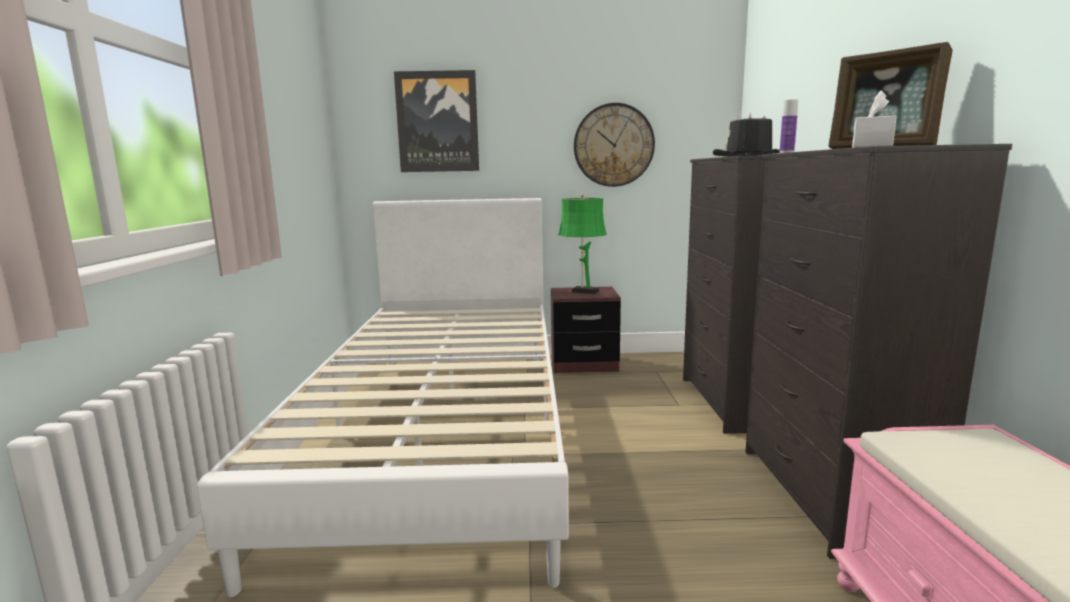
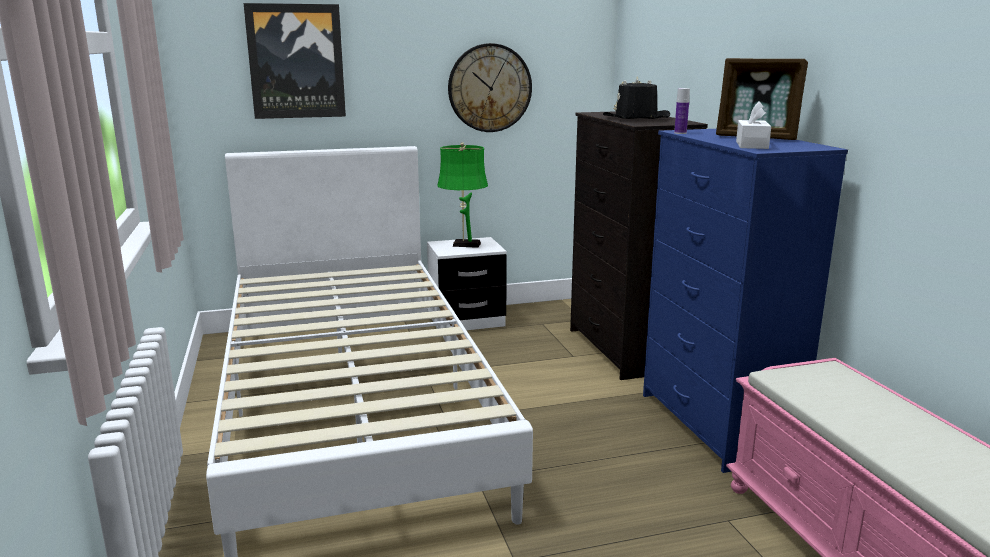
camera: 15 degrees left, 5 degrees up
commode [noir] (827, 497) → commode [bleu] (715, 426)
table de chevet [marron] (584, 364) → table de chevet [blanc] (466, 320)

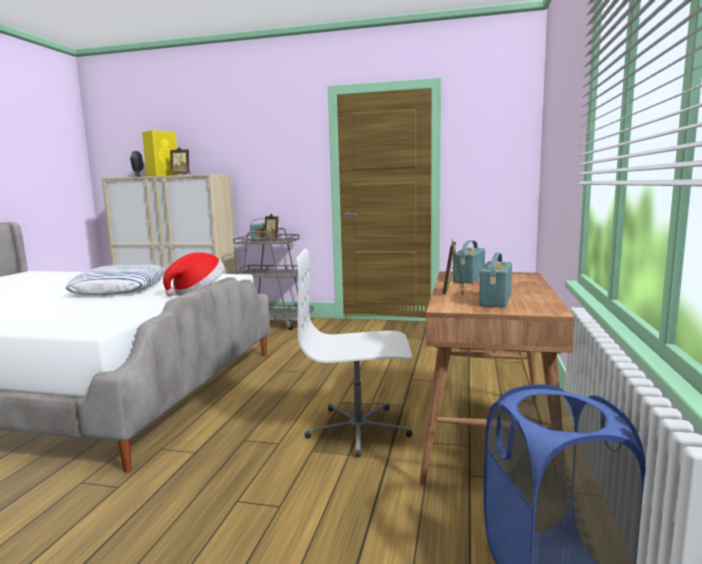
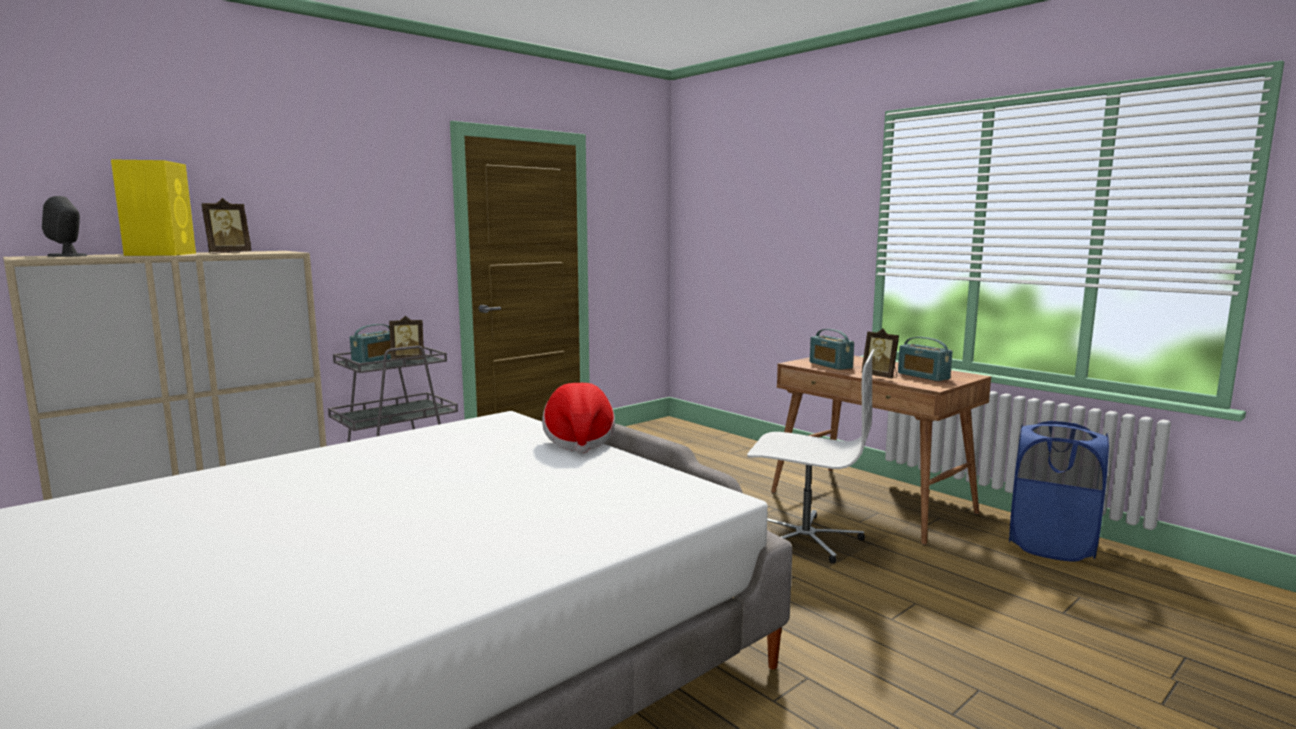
camera: 55 degrees left, 0 degrees up
chaise de bureau [blanc] (358, 429) → chaise de bureau [blanc] (805, 538), 105 degrees counterclockwise
coussin (120, 288) → -

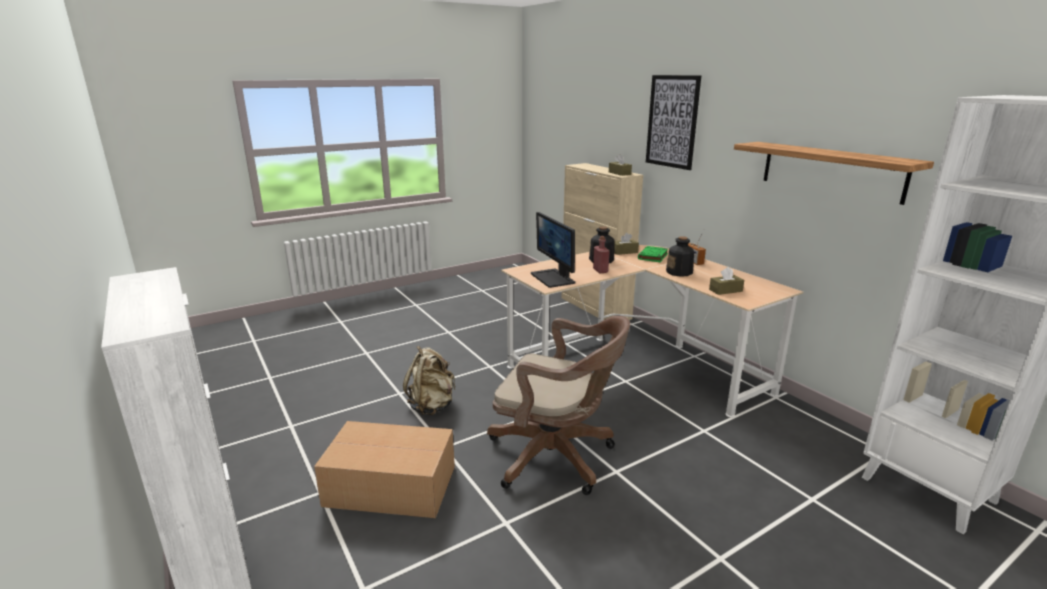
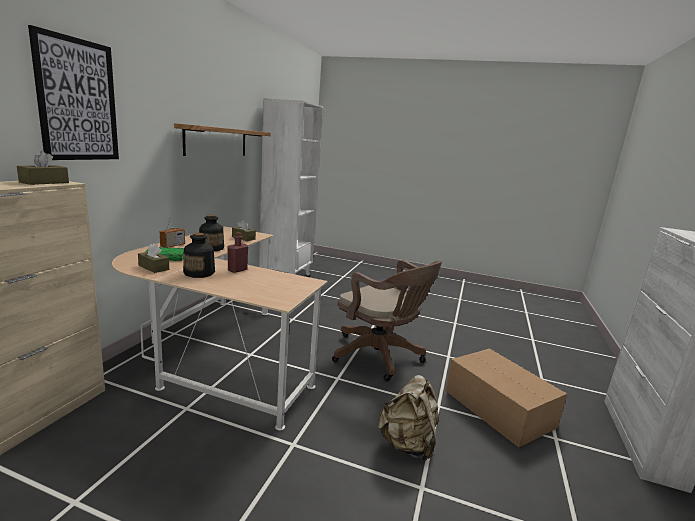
camera: 130 degrees left, 5 degrees down
écran d'ordinateur (553, 278) → -
chaise de bureau [marron] (557, 457) → chaise de bureau [marron] (380, 357), 150 degrees clockwise

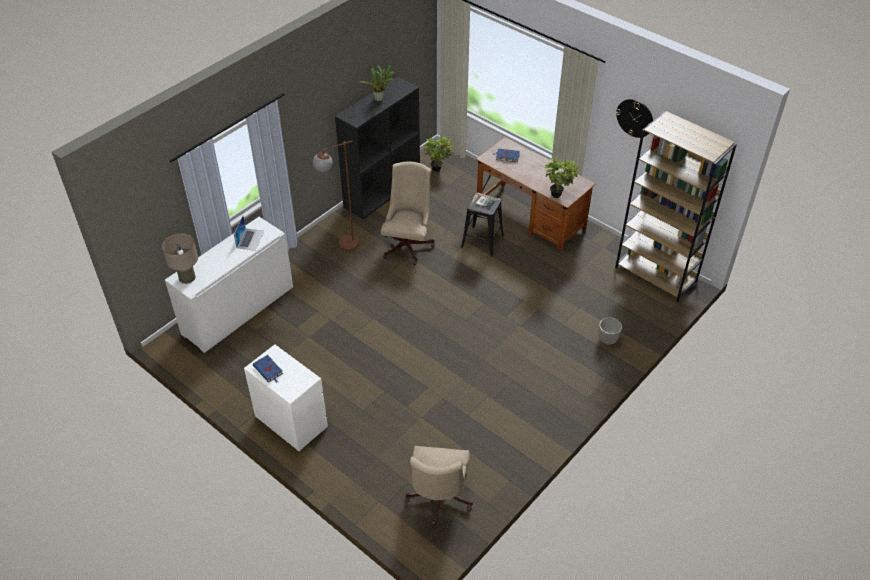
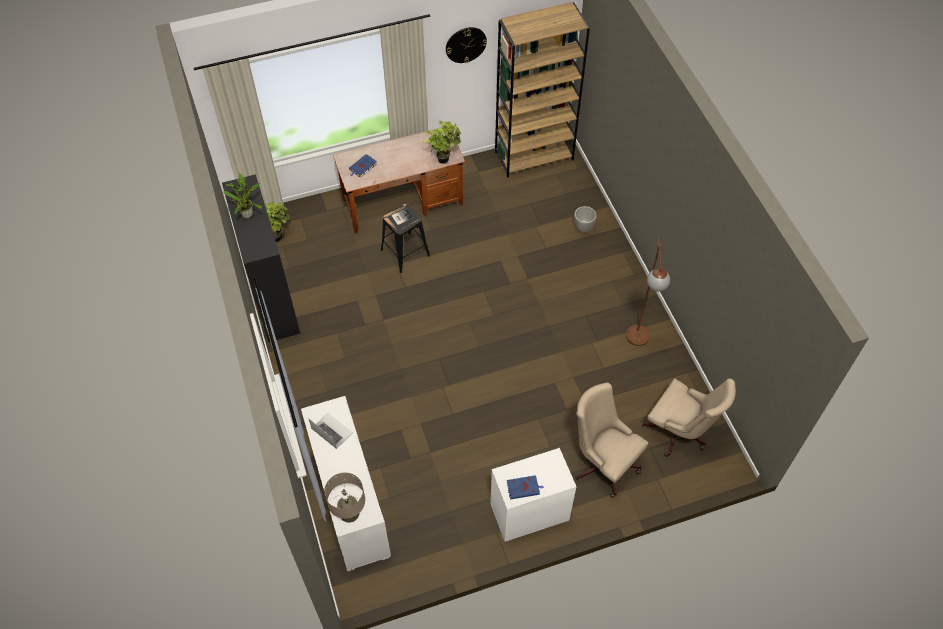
camera: 60 degrees left, 10 degrees up
lampadaire [marron] (342, 246) → lampadaire [marron] (638, 343), moved
chaise de bureau [beige] (408, 244) → chaise de bureau [beige] (602, 462), moved

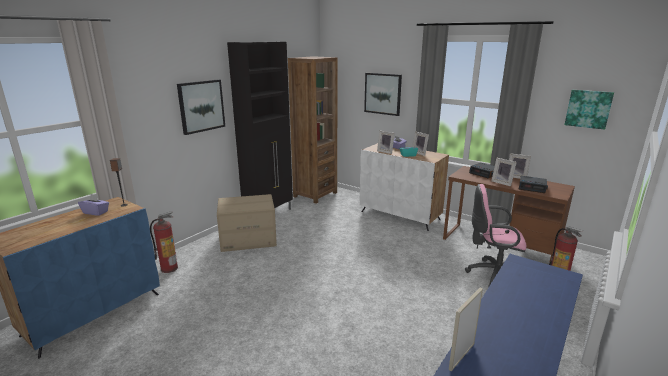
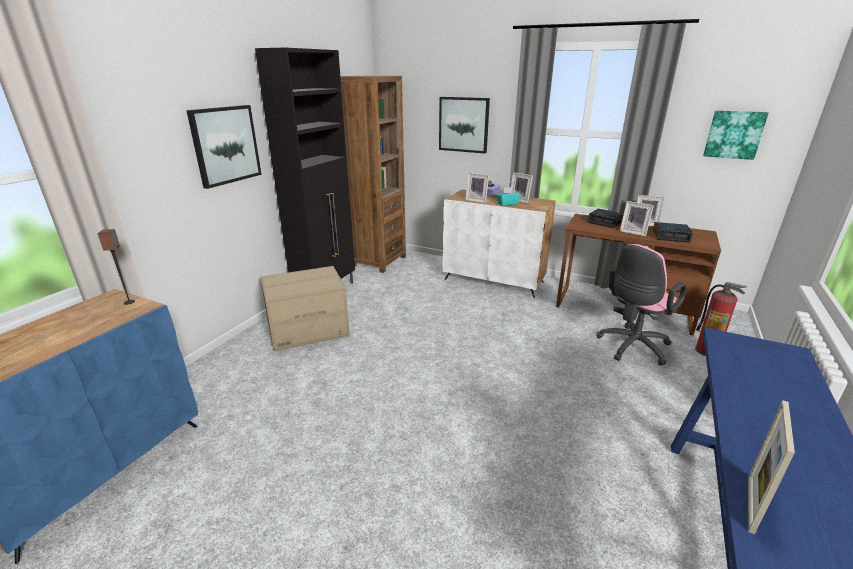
camera: 10 degrees left, 5 degrees up
chaise de bureau [rose] (492, 275) → chaise de bureau [rose] (631, 347), 45 degrees counterclockwise
boîte à mouchoirs [violet] (96, 212) → -
extincteur (169, 268) → -

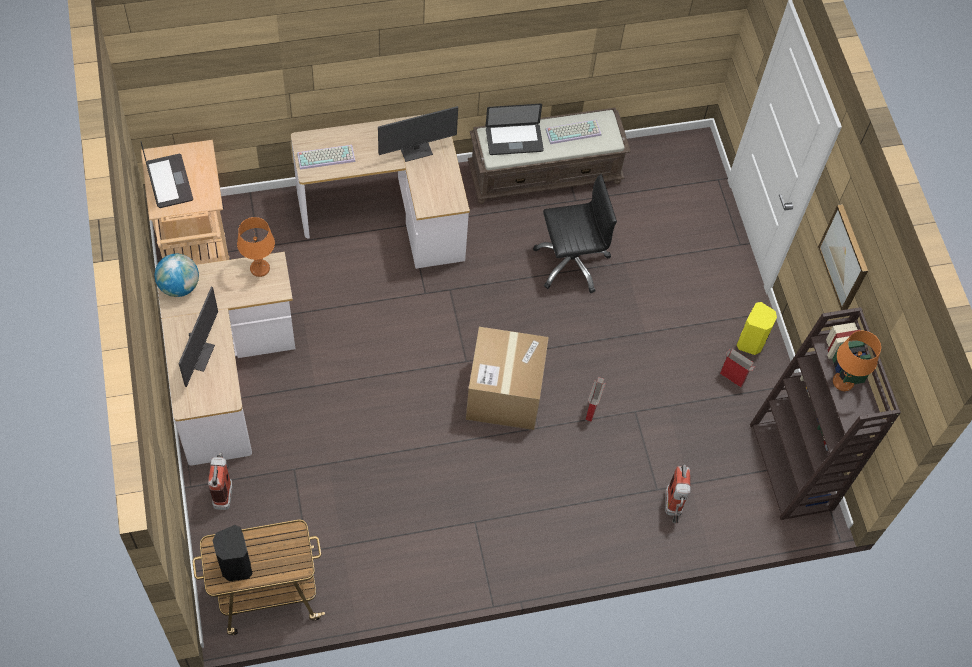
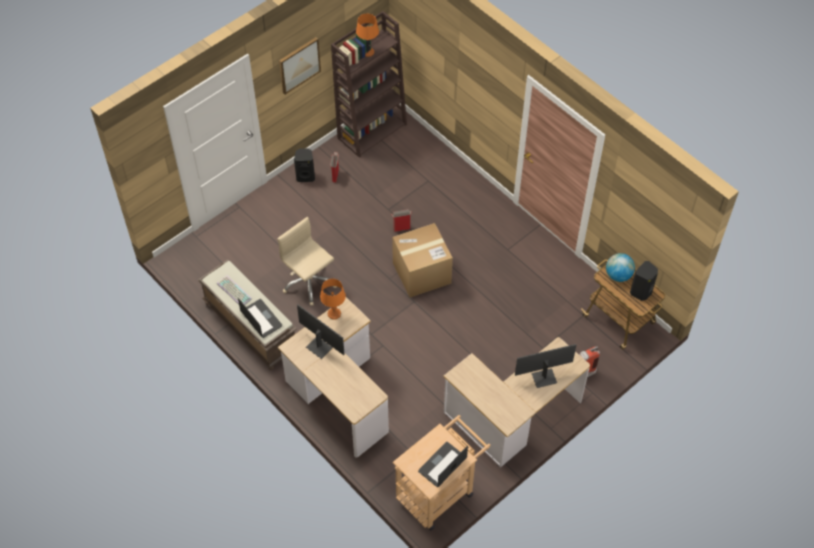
camera: 115 degrees left, 5 degrees down
clavier (326, 156) → -
chaise de bureau [noir] (571, 262) → chaise de bureau [beige] (309, 282)
lampe de table [orange] (260, 268) → lampe de table [orange] (334, 314), moved
globe (179, 286) → globe (618, 275), moved
enceinte [jaune] (751, 342) → enceinte [noir] (305, 176)
extincteur (673, 508) → -

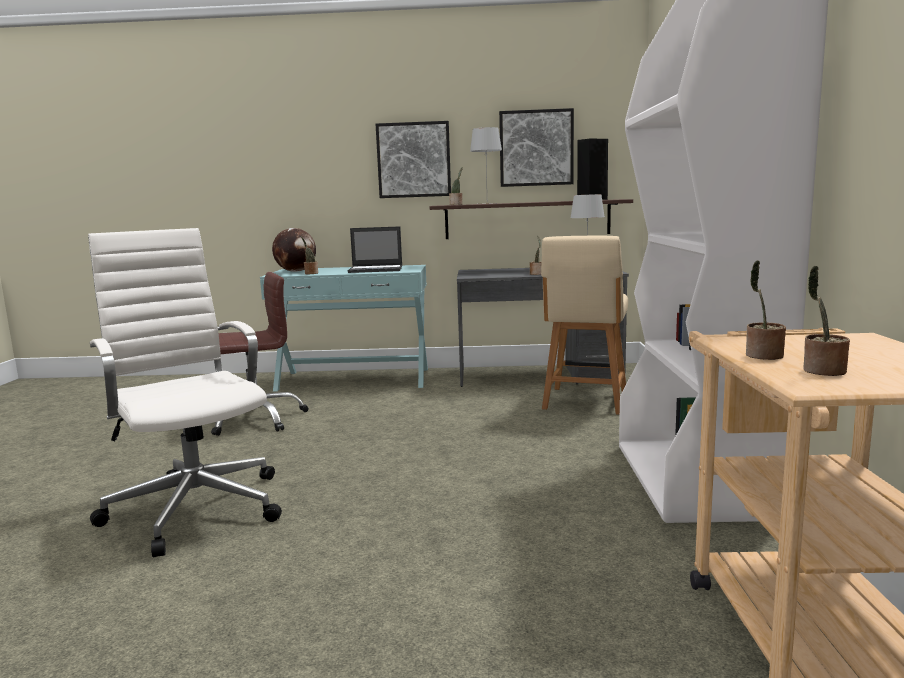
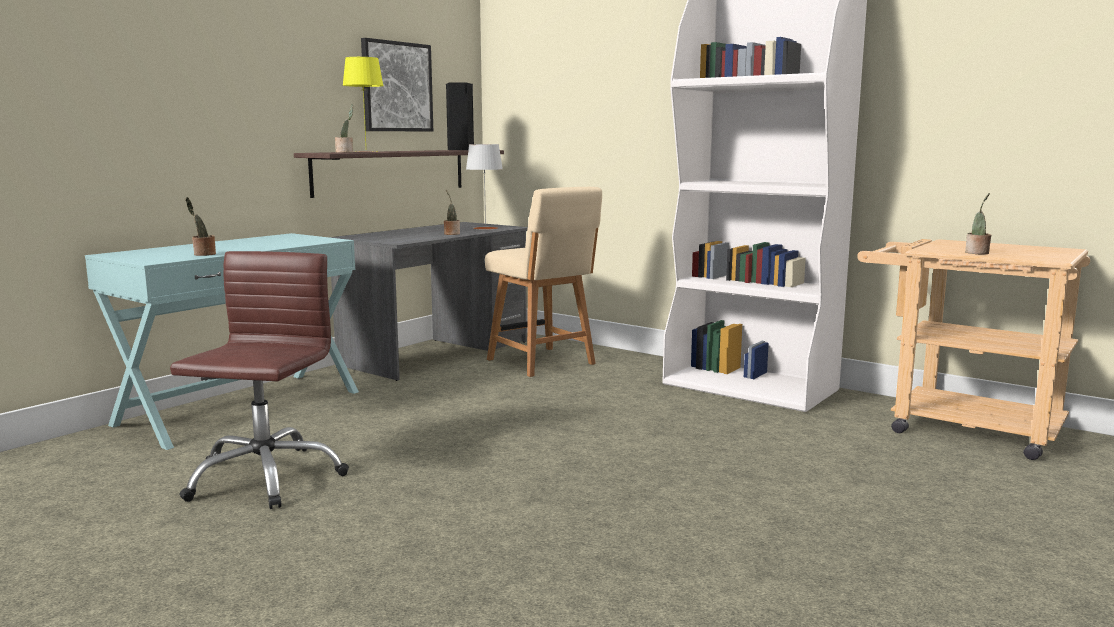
camera: 55 degrees left, 0 degrees up
tableau (414, 160) → -
lampe de table [gris] (487, 203) → lampe de table [jaune] (366, 151)
ordinateur portable (376, 269) → -
chaise de bureau [blanc] (196, 506) → -
globe (296, 271) → -
plante en pot (821, 371) → -

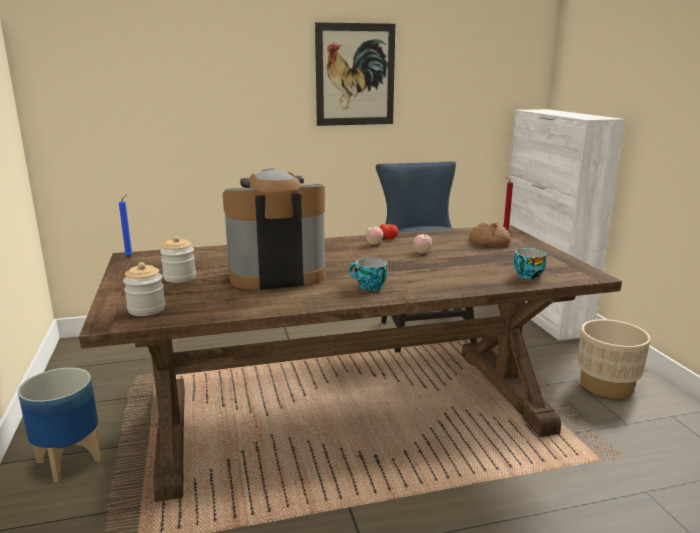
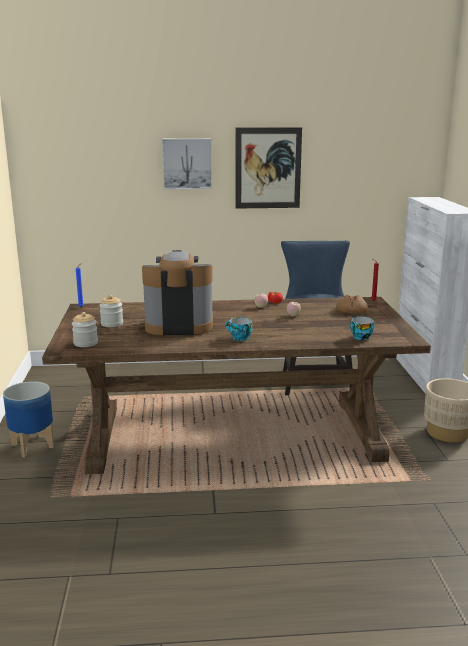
camera: 10 degrees right, 0 degrees up
- → tableau (187, 163)

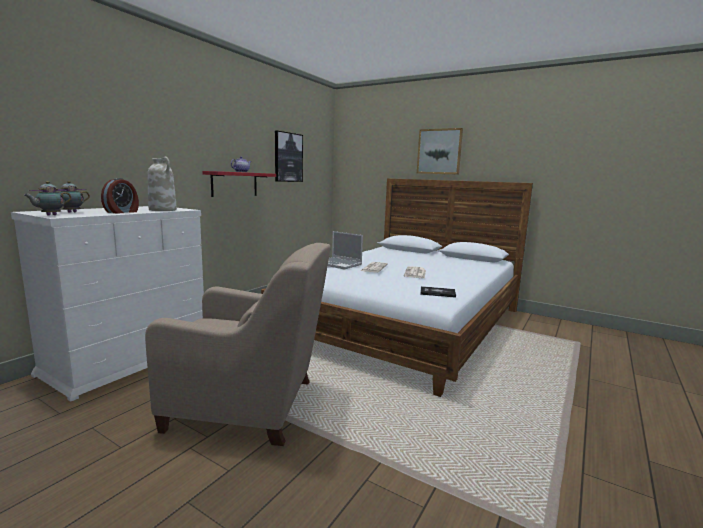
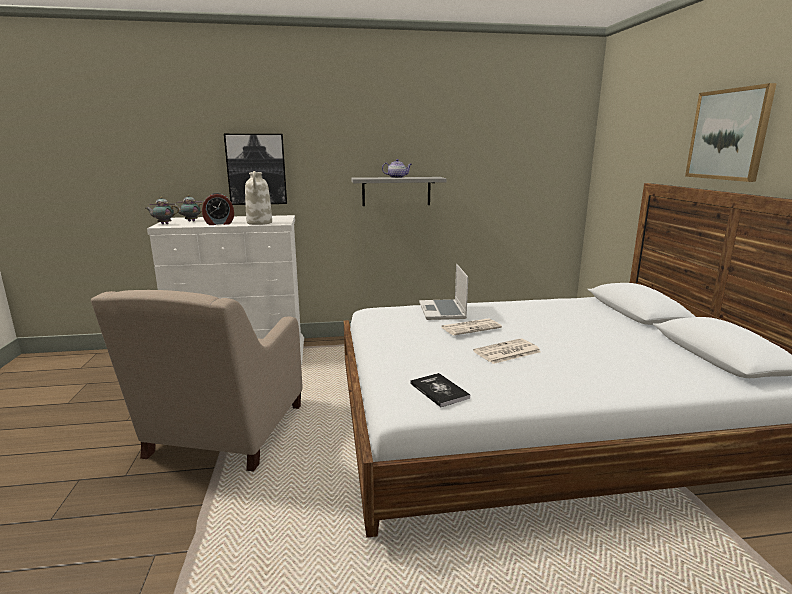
camera: 50 degrees right, 5 degrees up
tableau (288, 157) → tableau (256, 169), moved
étagère [rouge] (234, 184) → étagère [gris] (396, 191)
fauteuil [beige] (248, 405) → fauteuil [beige] (224, 433), 45 degrees clockwise

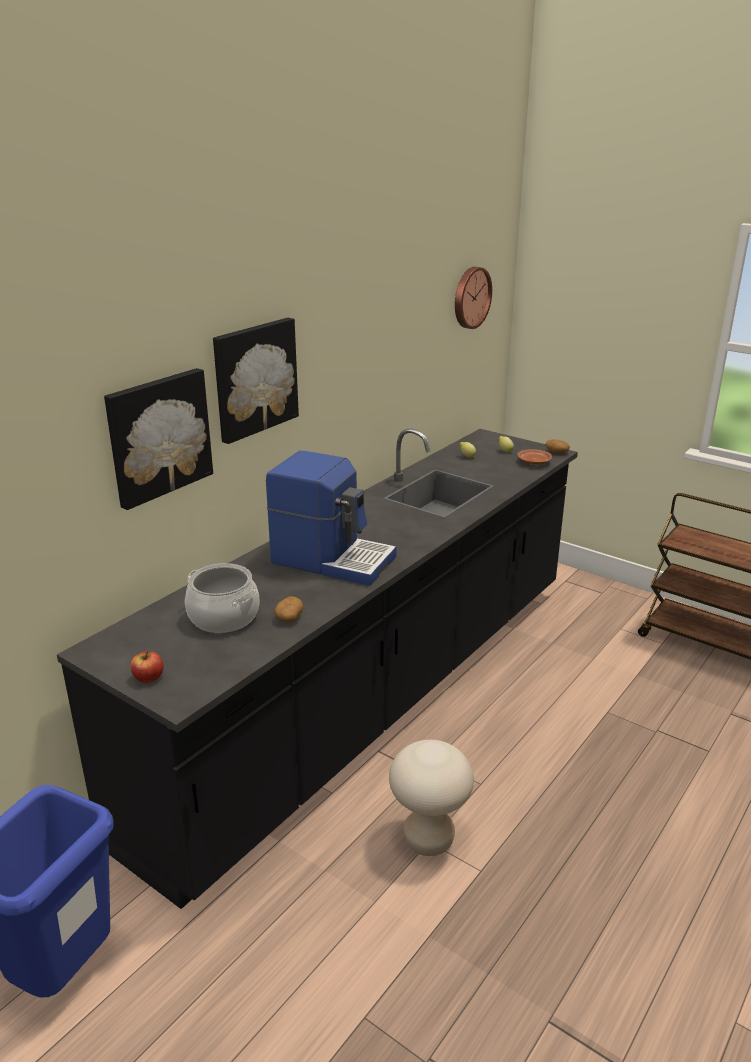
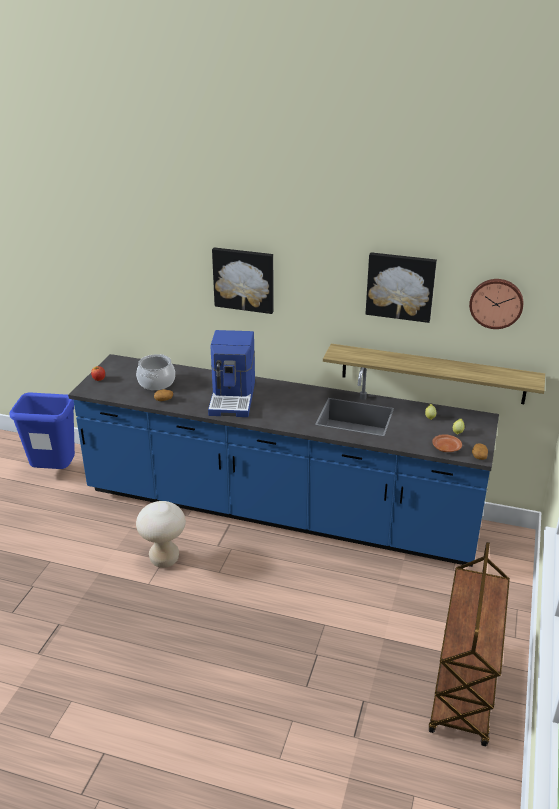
camera: 70 degrees right, 5 degrees up
tableau (158, 436) → tableau (400, 286), moved
comptoir de cuisine [noir] (375, 697) → comptoir de cuisine [bleu] (279, 511)
- → étagère (432, 374)

